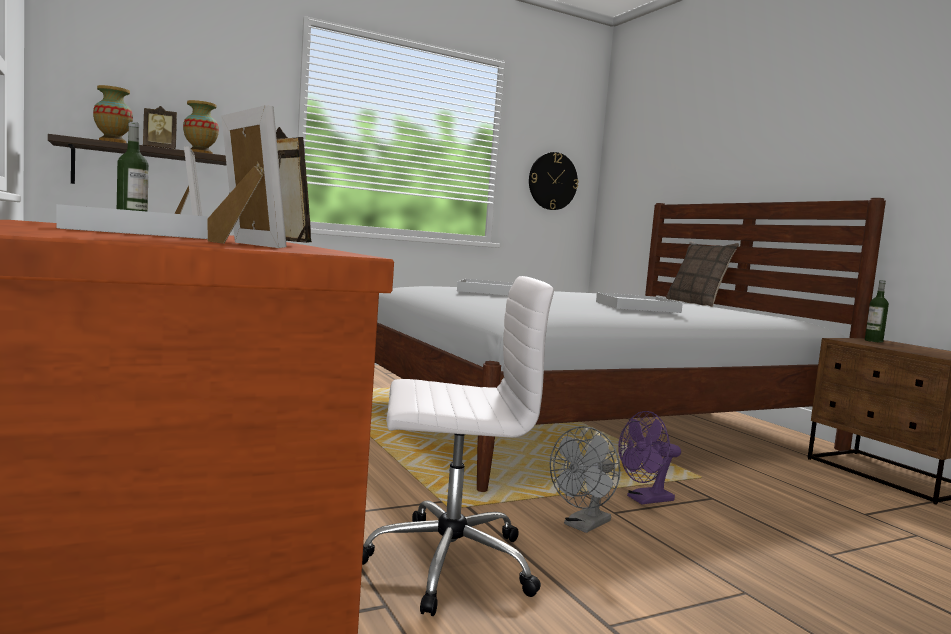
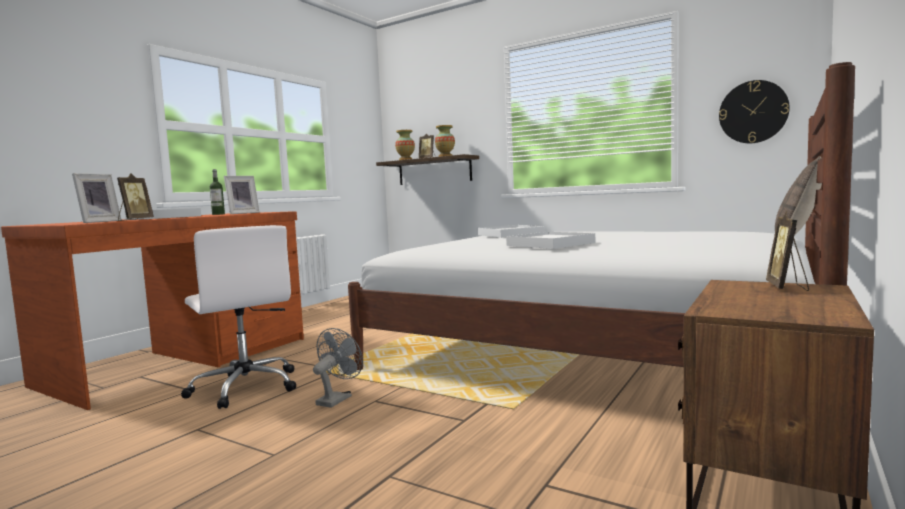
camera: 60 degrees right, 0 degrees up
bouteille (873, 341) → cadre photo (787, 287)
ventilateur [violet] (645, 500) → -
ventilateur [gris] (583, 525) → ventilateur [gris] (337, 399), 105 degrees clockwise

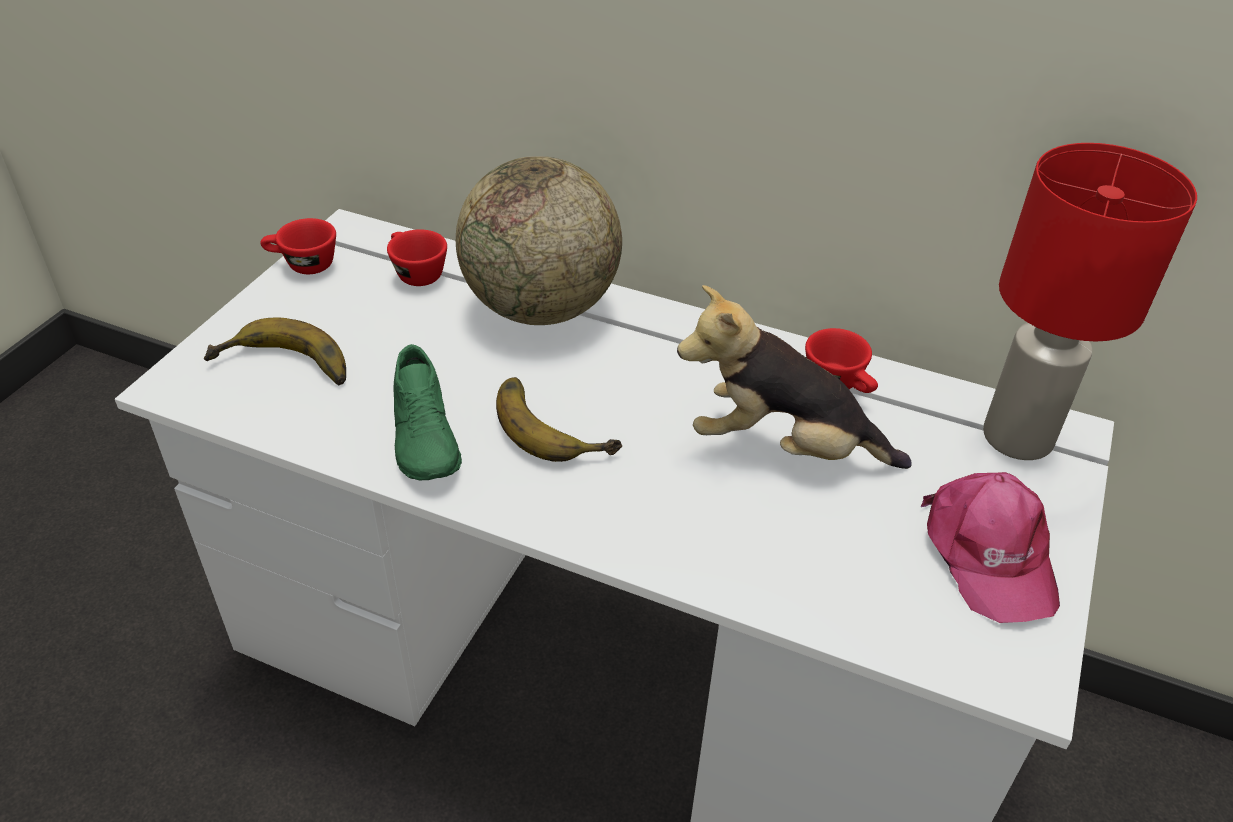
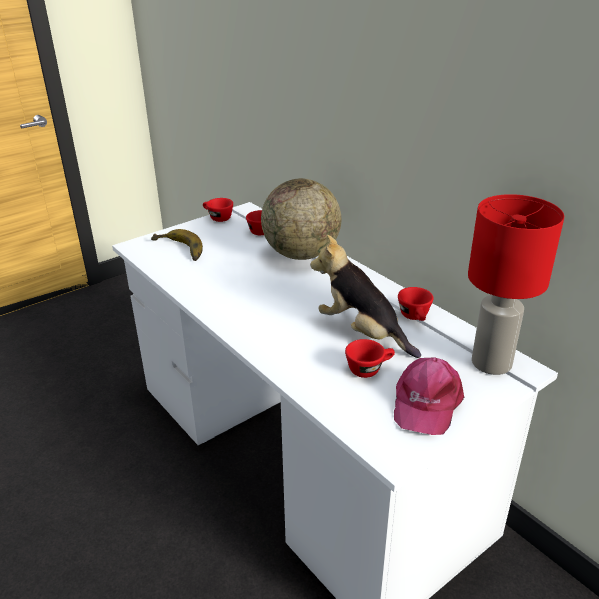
camera: 30 degrees right, 10 degrees down
chaussure [vert] (426, 437) → -
banane (555, 423) → -
- → tasse [rouge] (369, 369)

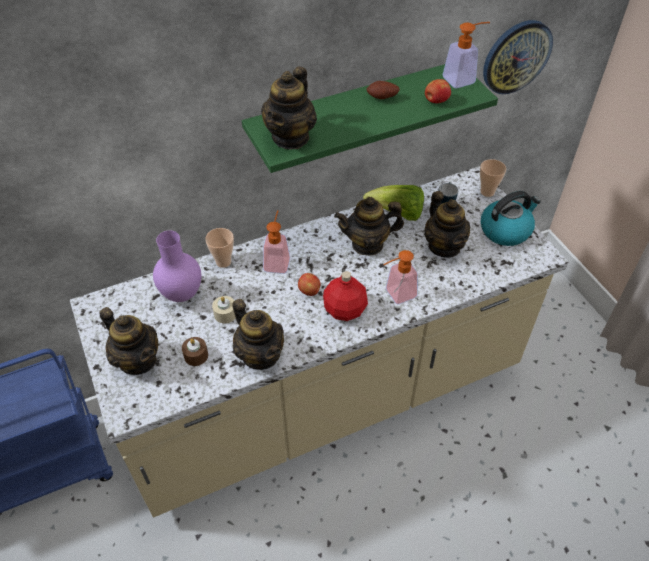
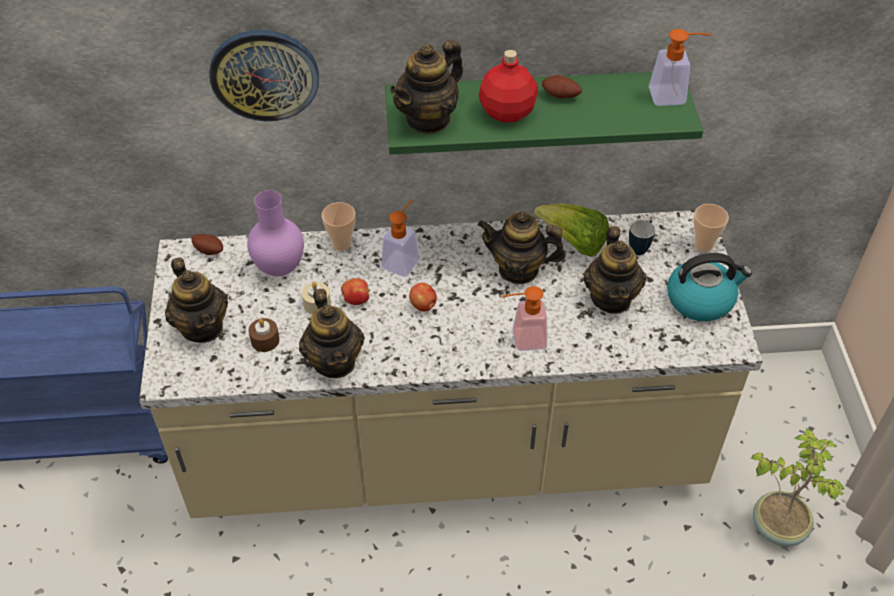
camera: 20 degrees right, 0 degrees up
horloge murale (516, 57) → horloge murale (264, 74), moved
pomme (436, 101) → pomme (355, 300), moved
bouteille [rouge] (344, 310) → bouteille [rouge] (506, 112), moved
- → pomme de terre (209, 250)
- → plante en pot (778, 526)

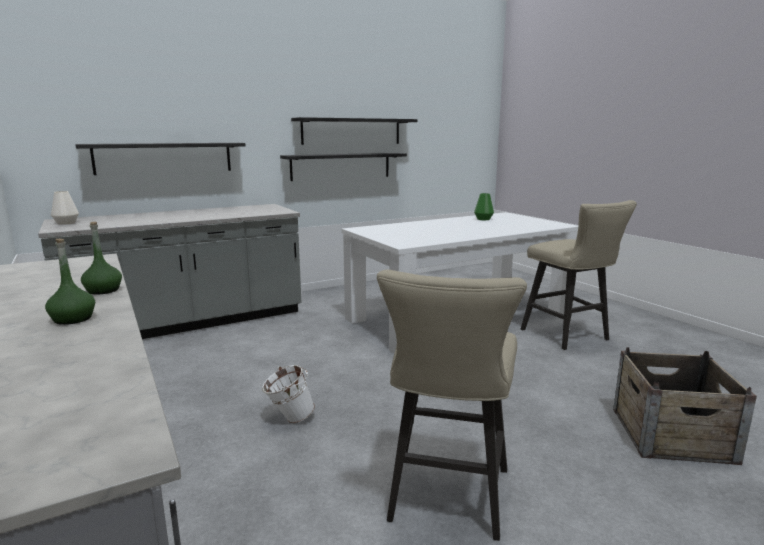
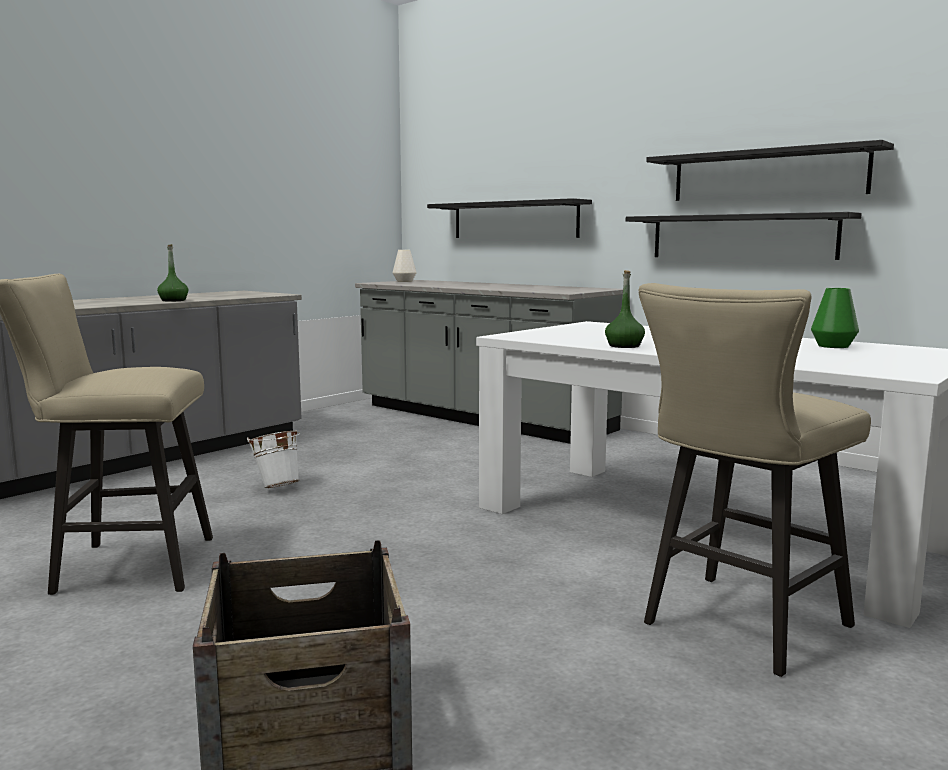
camera: 70 degrees right, 5 degrees down
bouteille [vert] (73, 319) → bouteille [vert] (624, 346), moved

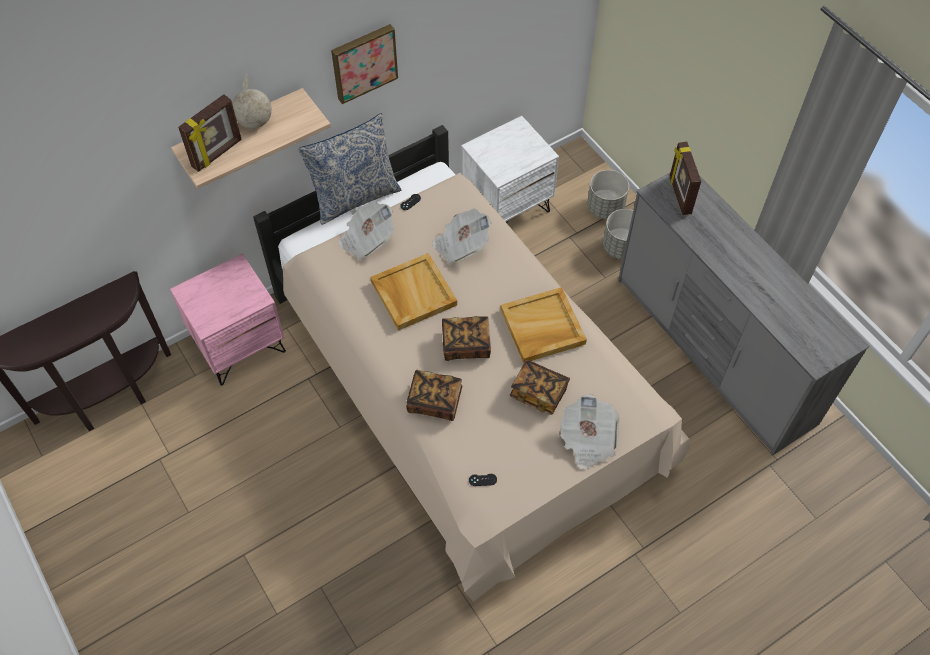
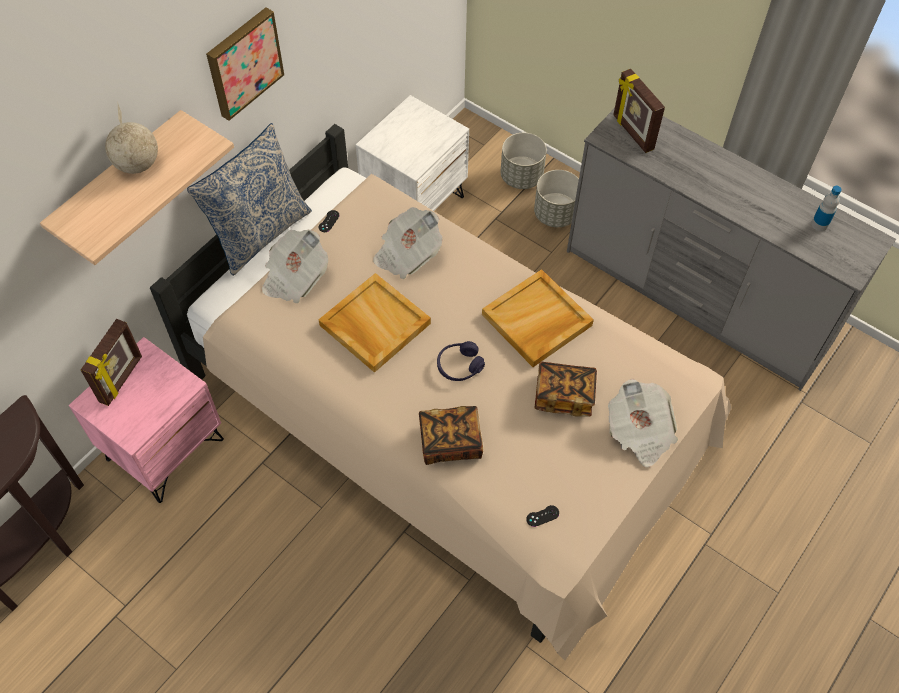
camera: 20 degrees left, 0 degrees up
cadre photo (217, 154) → cadre photo (122, 379), moved
livre (466, 345) → casque audio [violet] (459, 366)
- → bouteille (819, 224)

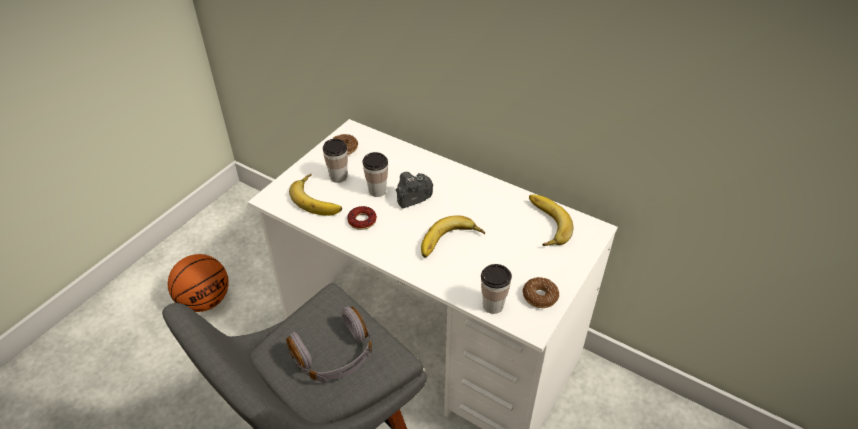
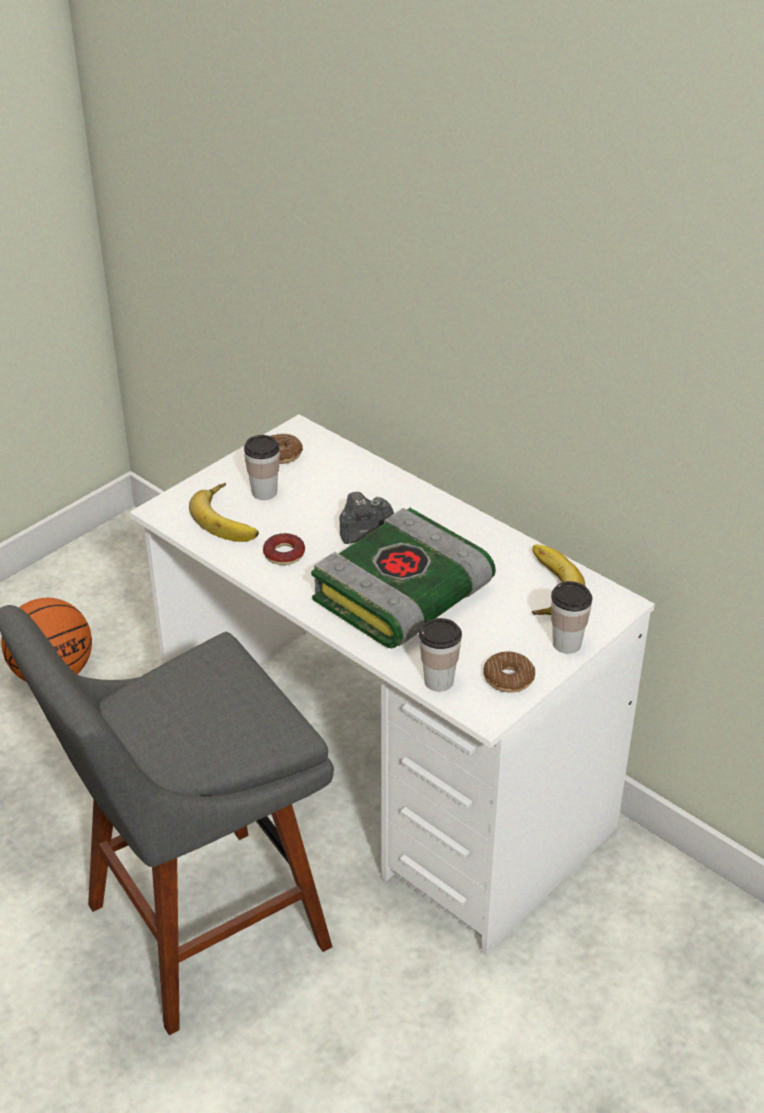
camera: 10 degrees right, 5 degrees down
tasse (377, 191) → tasse (566, 643), moved
banane (451, 243) → livre (402, 597)
casque audio [gris] (335, 356) → -

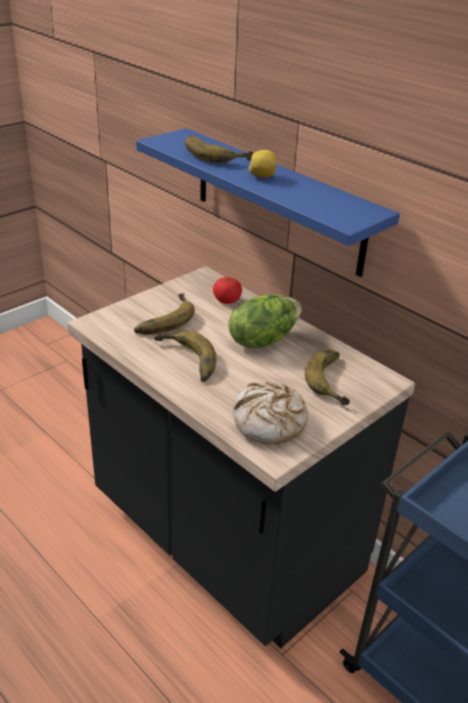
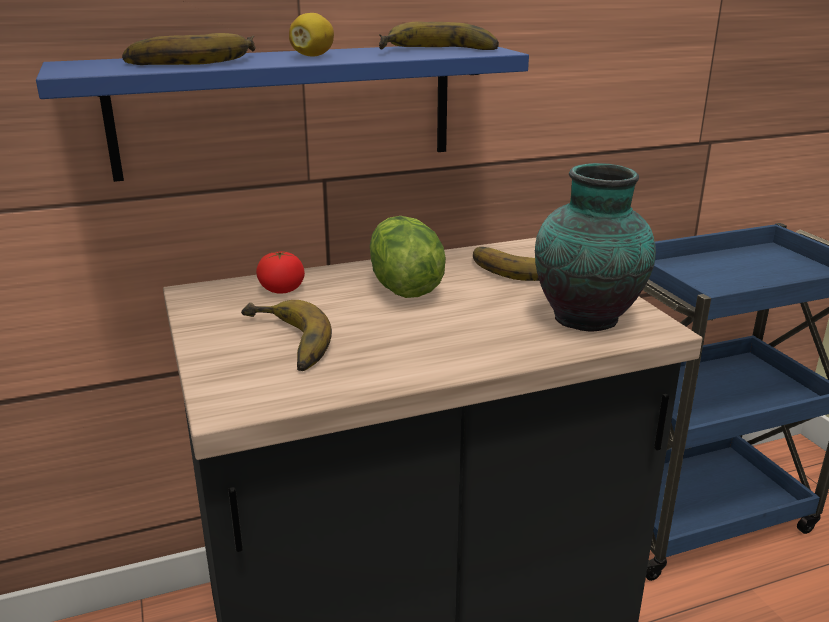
camera: 65 degrees left, 10 degrees down
banane (184, 361) → banane (439, 51), moved
pain (269, 422) → vase (589, 318)

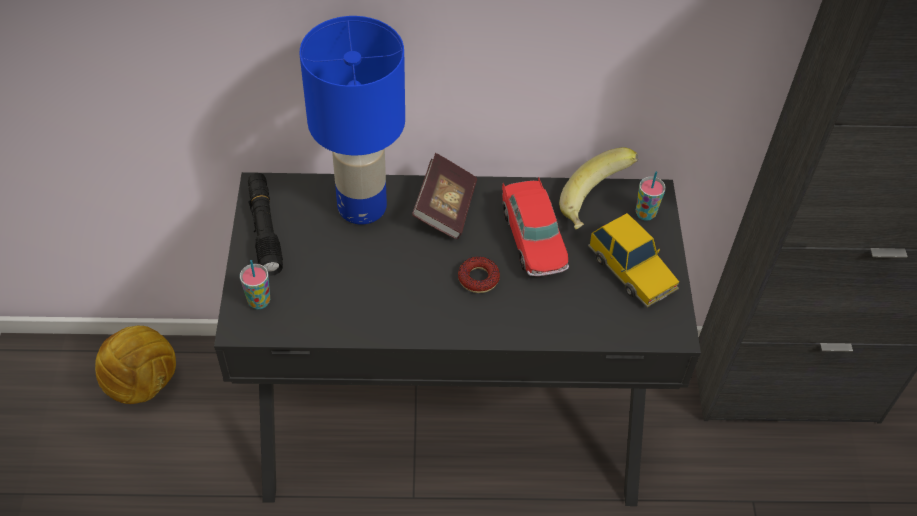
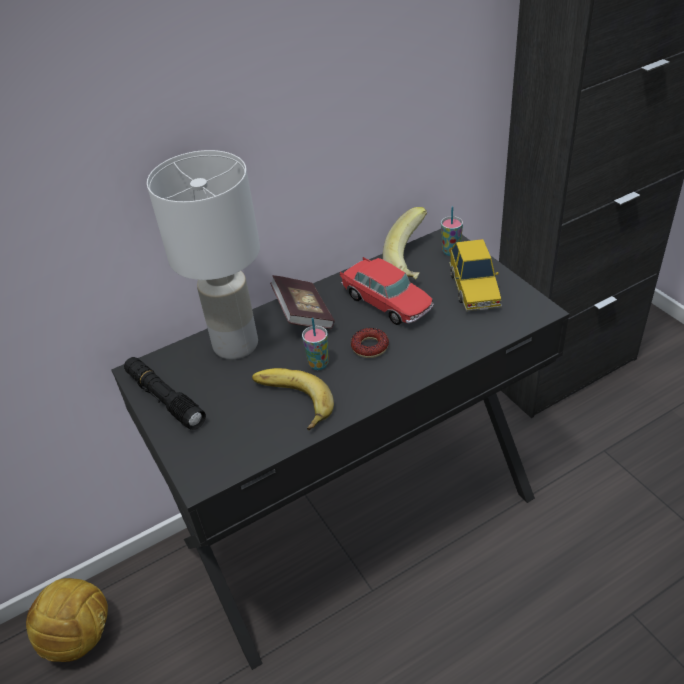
camera: 25 degrees left, 10 degrees down
lampe de table [bleu] (363, 207) → lampe de table [blanc] (237, 345)
petite voiture (632, 270) → petite voiture (475, 288), 60 degrees clockwise
tasse (259, 301) → tasse (318, 364), moved
- → banane (290, 402)

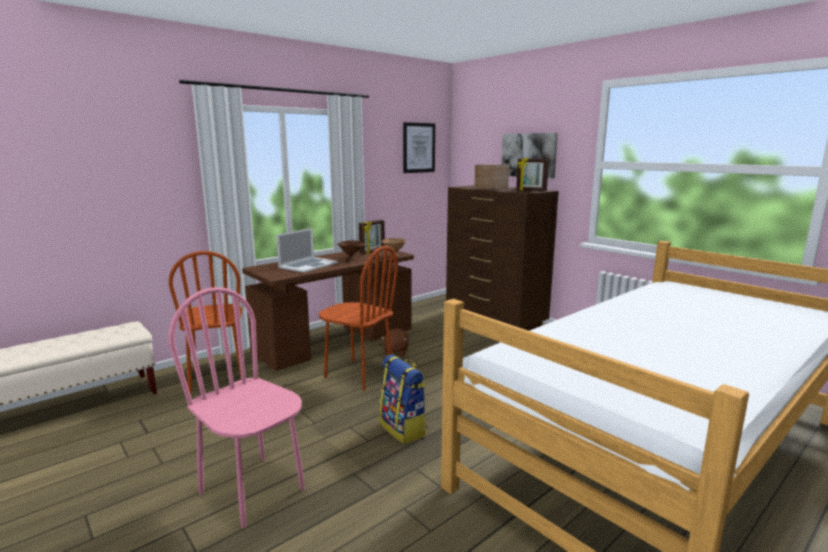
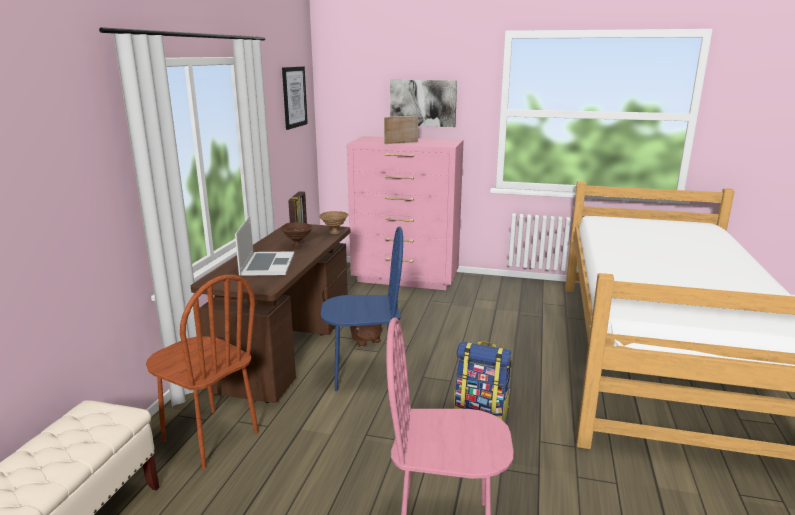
camera: 35 degrees left, 5 degrees up
cadre photo (530, 190) → -
commode [marron] (495, 319) → commode [rose] (406, 278)
chaise [marron] (358, 374) → chaise [bleu] (364, 375)

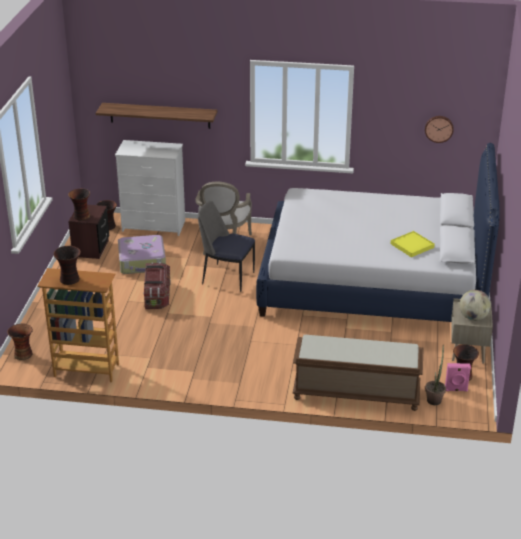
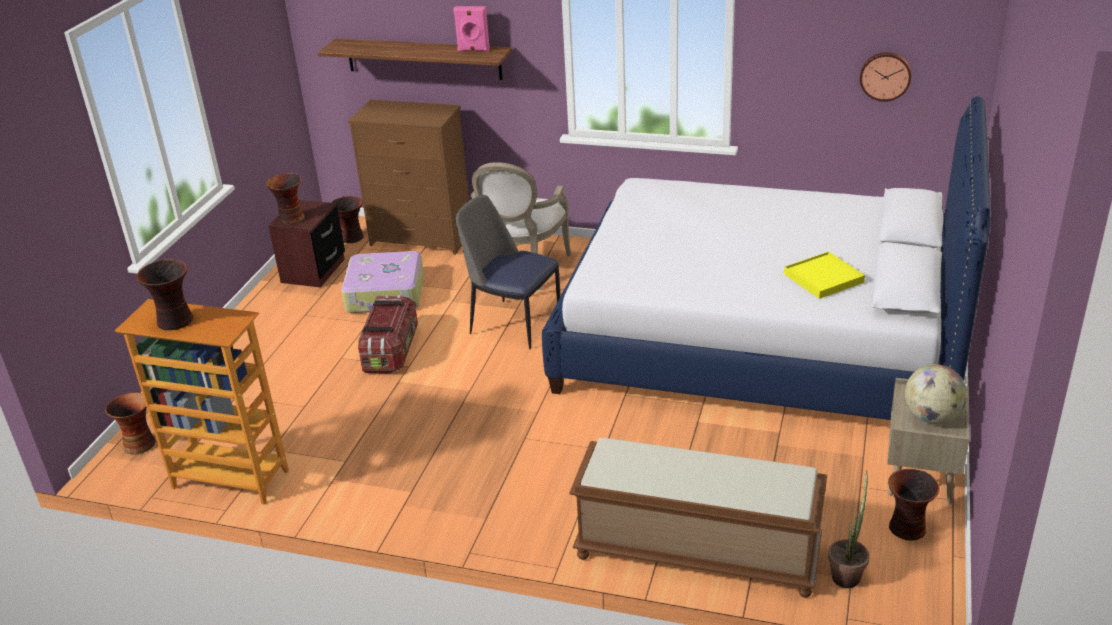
camera: 10 degrees right, 0 degrees up
commode [blanc] (154, 226) → commode [marron] (422, 239)
enceinte [rose] (456, 390) → enceinte [rose] (473, 50), moved

